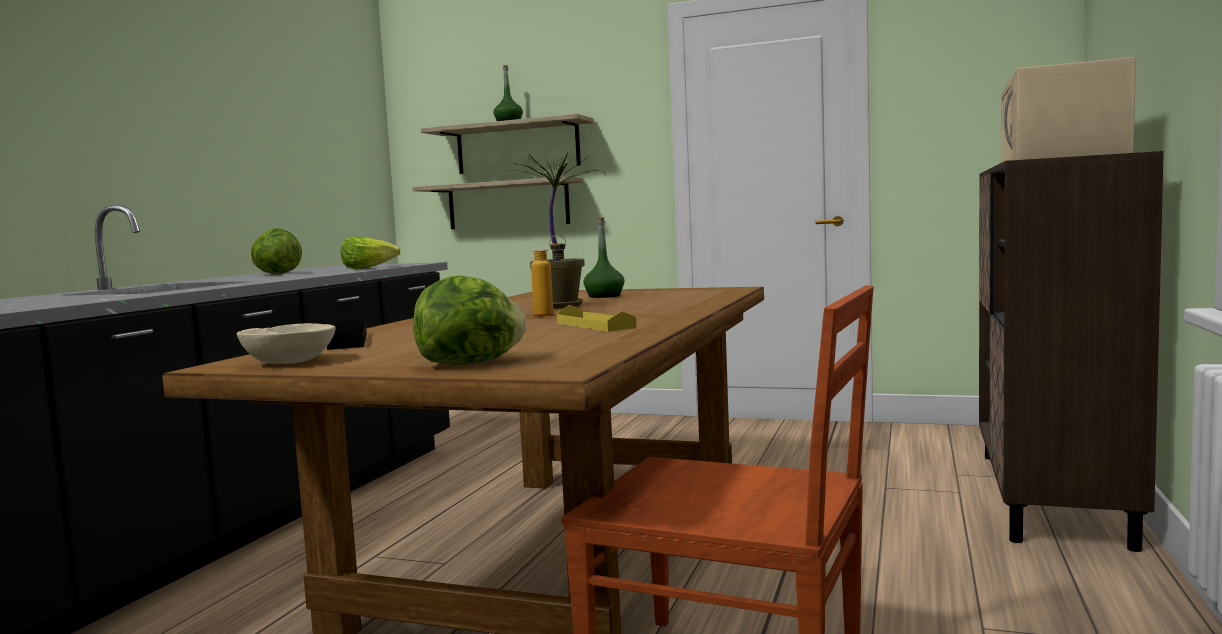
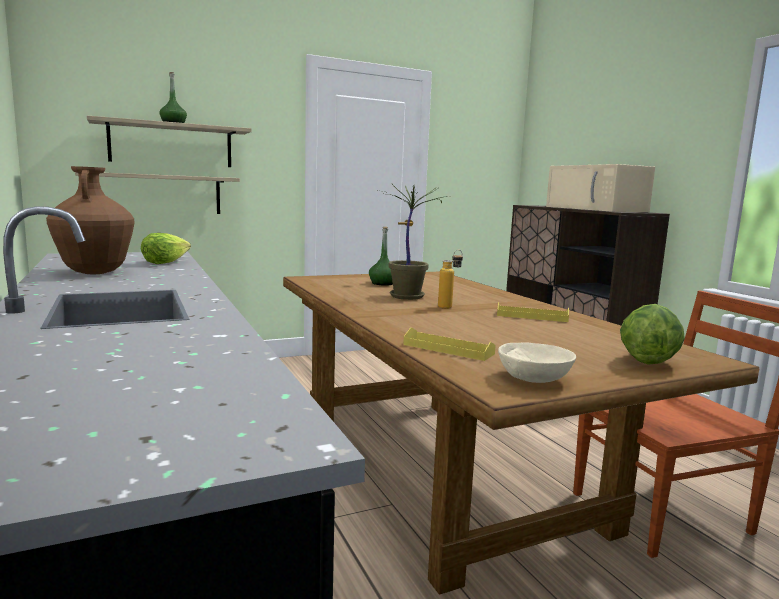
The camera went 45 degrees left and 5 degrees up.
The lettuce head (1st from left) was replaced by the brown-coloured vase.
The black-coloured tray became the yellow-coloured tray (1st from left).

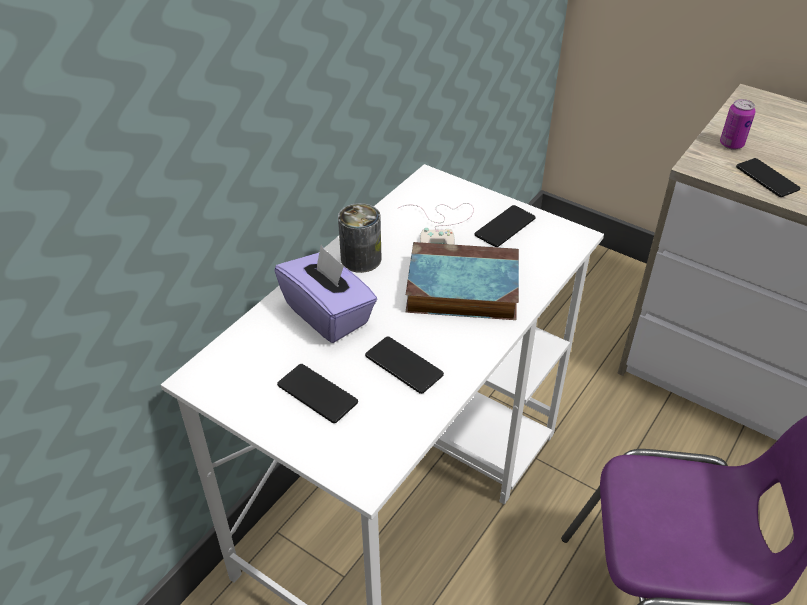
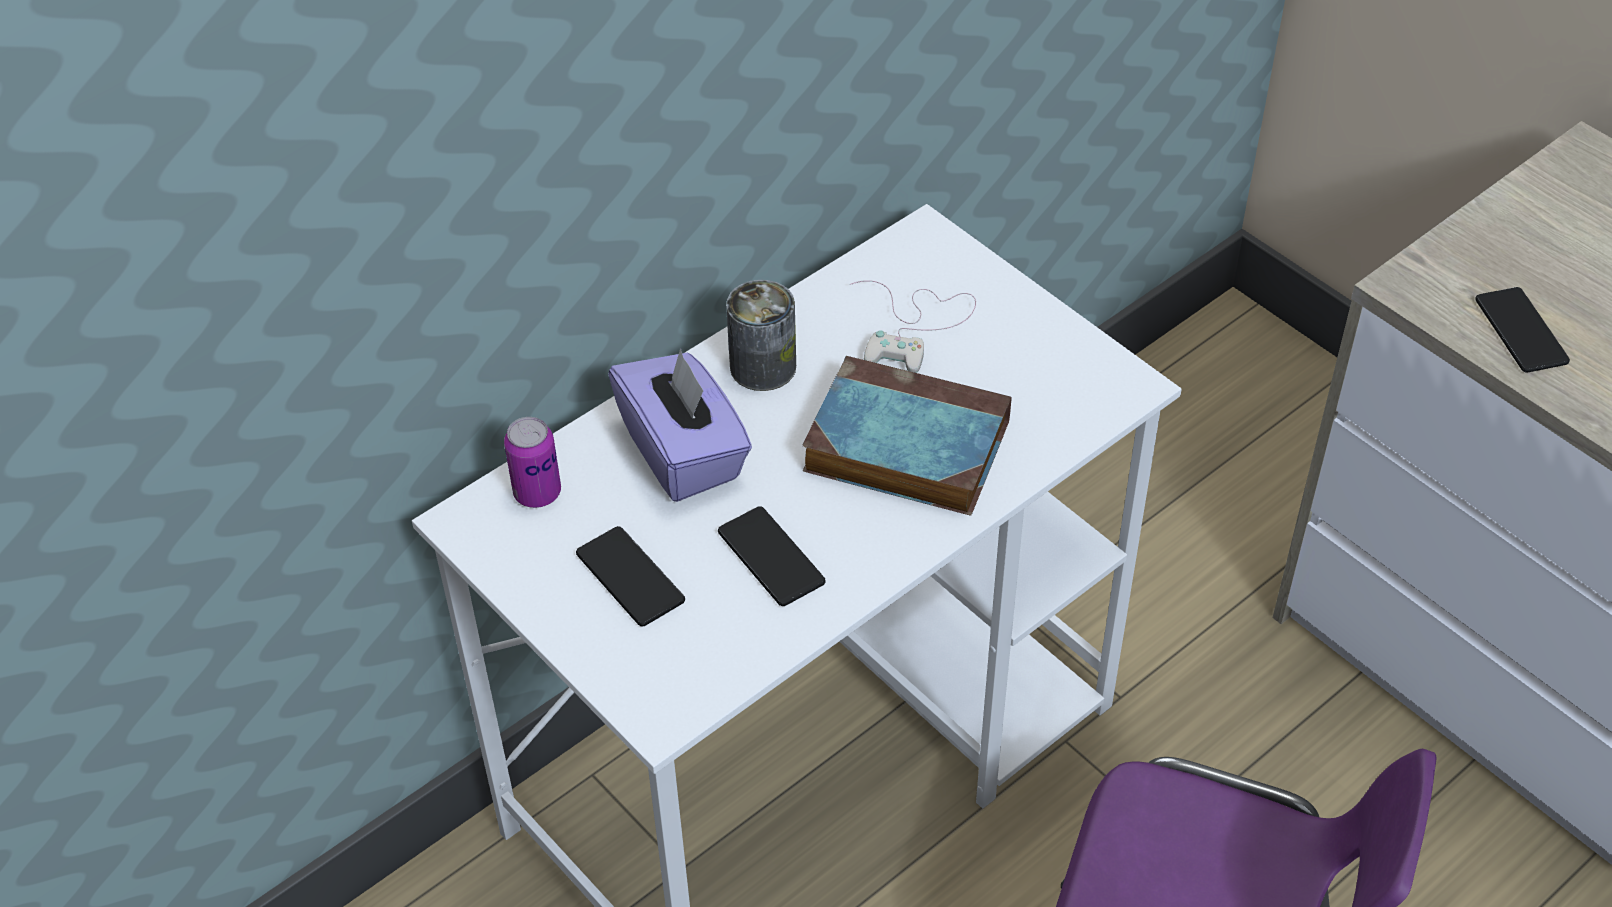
The camera went 15 degrees right and 5 degrees up.
The telephone (3rd from left) disappeared.
The metal can (2nd from left in the first image) moved.

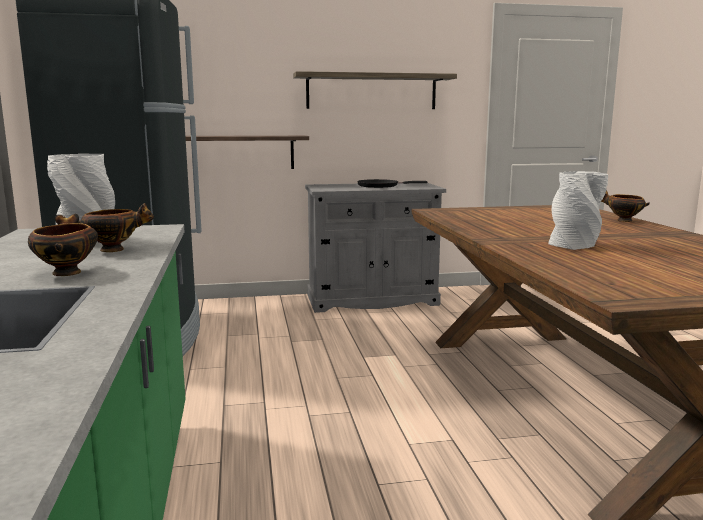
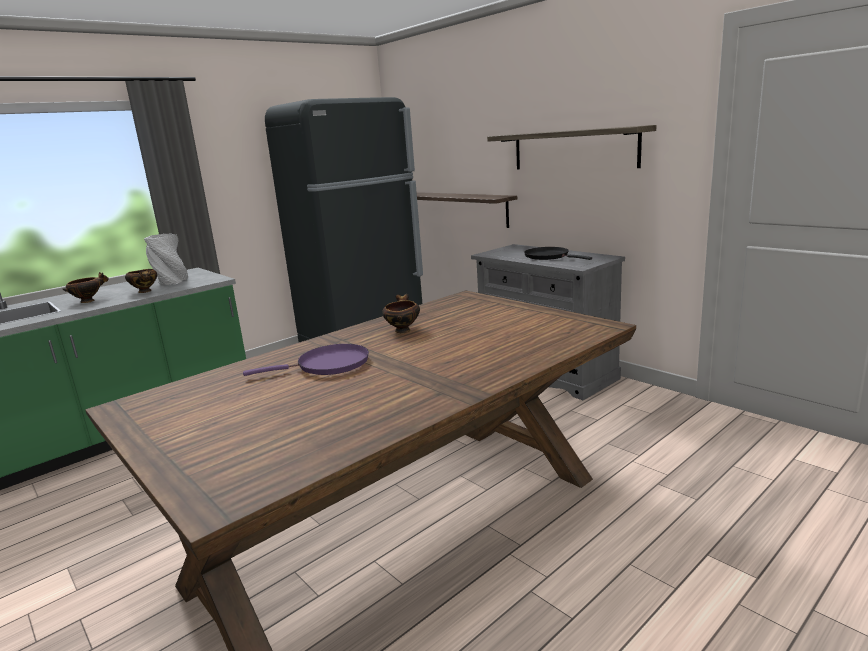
The camera went 60 degrees right and 5 degrees up.
The bowl (3rd from left) moved.
The grey vase (2nd from left) was replaced by the purple-coloured frying pan.

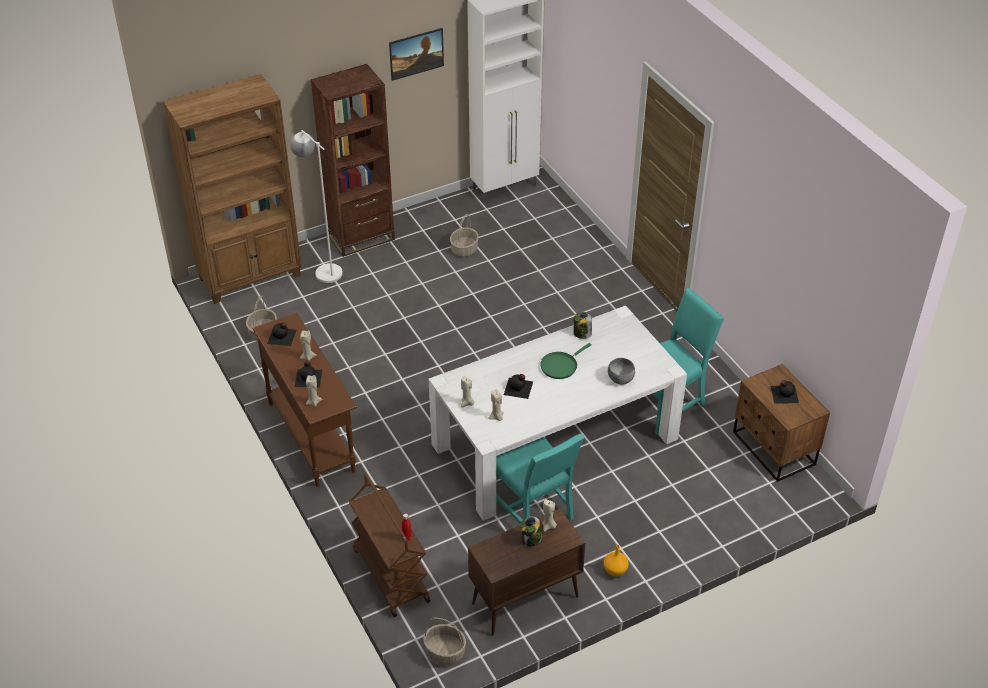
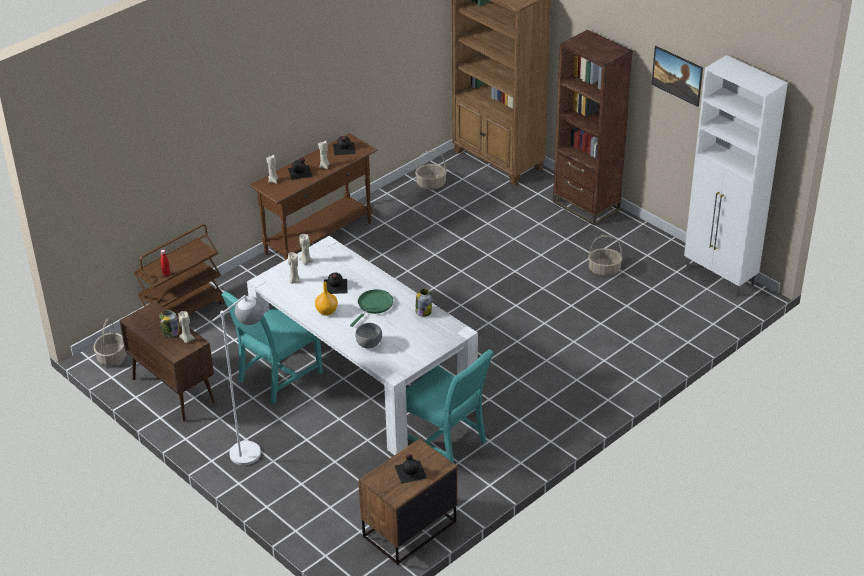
The camera went 75 degrees right and 5 degrees down.
The whitish standard lamp moved.
The orange vase moved.
The green frying pan turned 90 degrees clockwise.

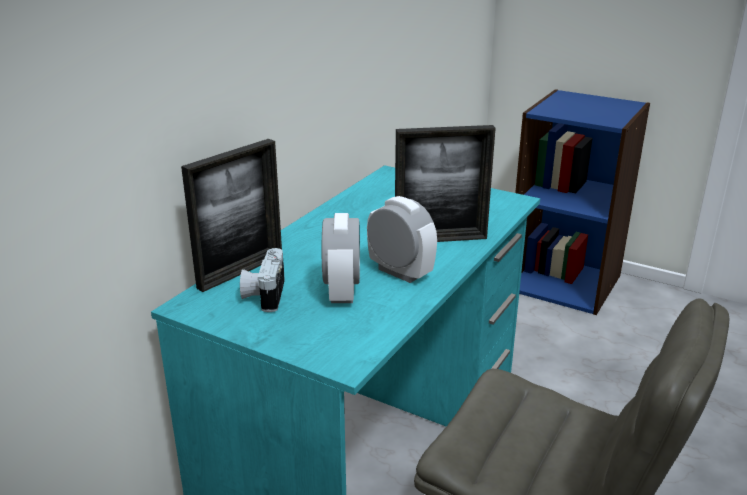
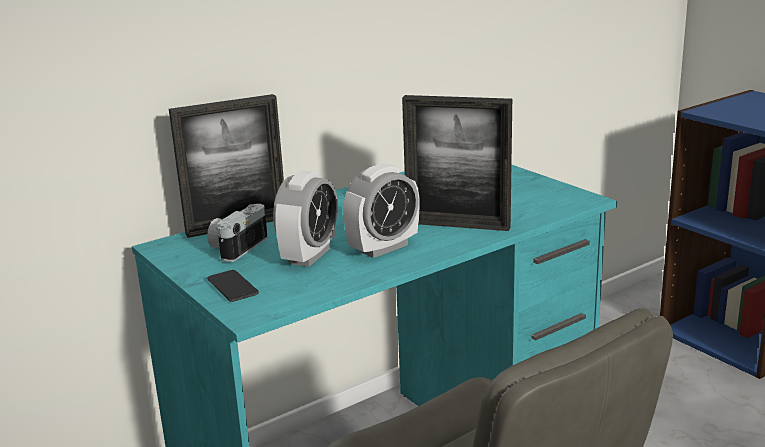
The camera went 25 degrees right and 5 degrees down.
The telephone appeared.
The table clock (2nd from left) turned 75 degrees clockwise.

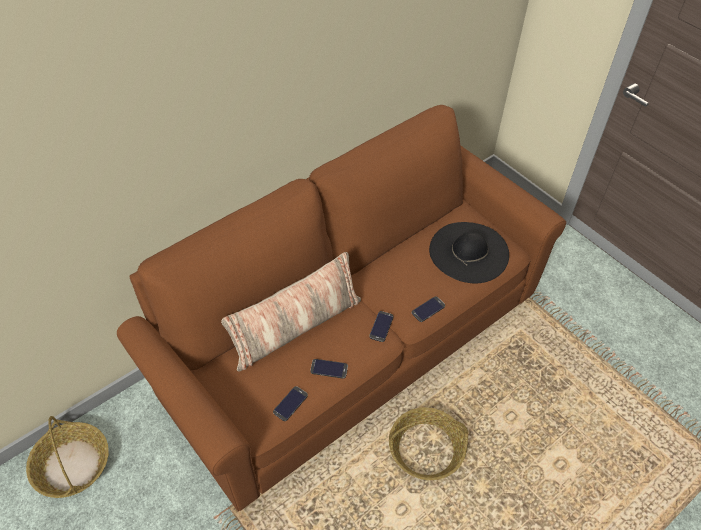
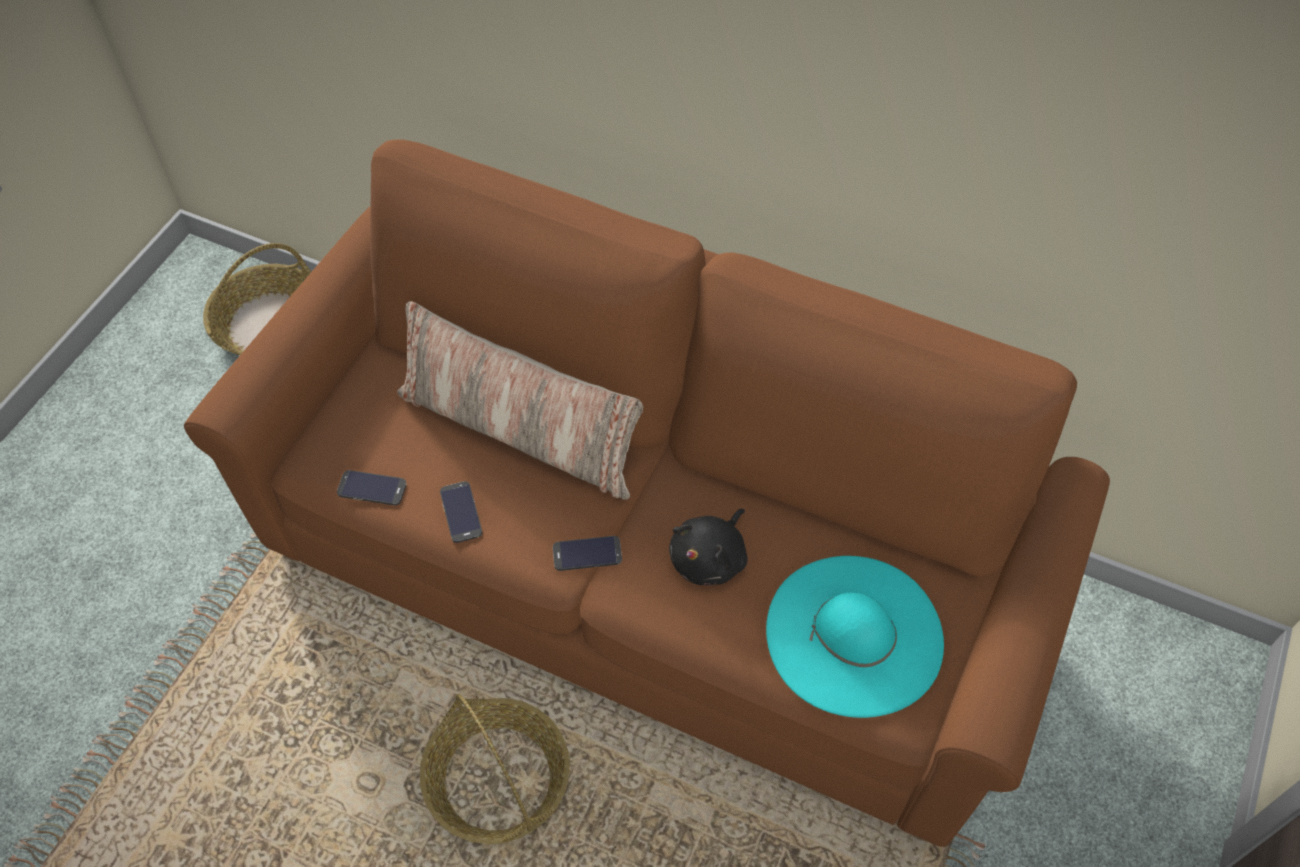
The camera went 65 degrees right and 5 degrees up.
The telephone (4th from left) disappeared.
The black-coloured soft toy appeared.
The black-coloured hat became the blue-green hat.

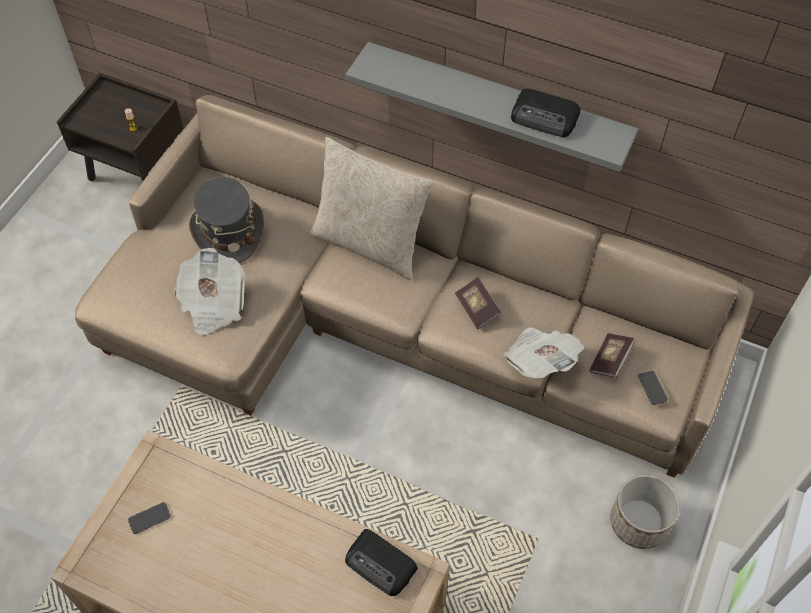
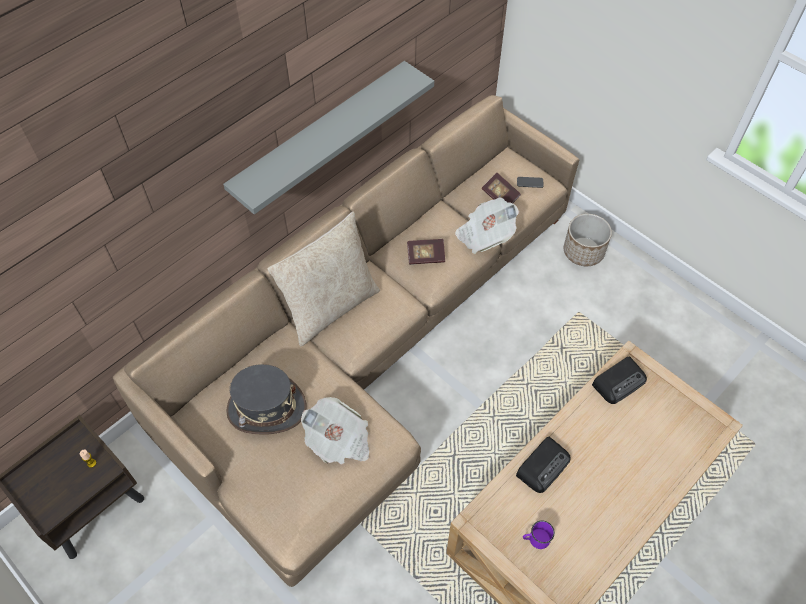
The camera went 70 degrees left and 0 degrees up.
The radio (2nd from left in the first image) moved.
The telephone (1st from left) was replaced by the purple-coloured mug.

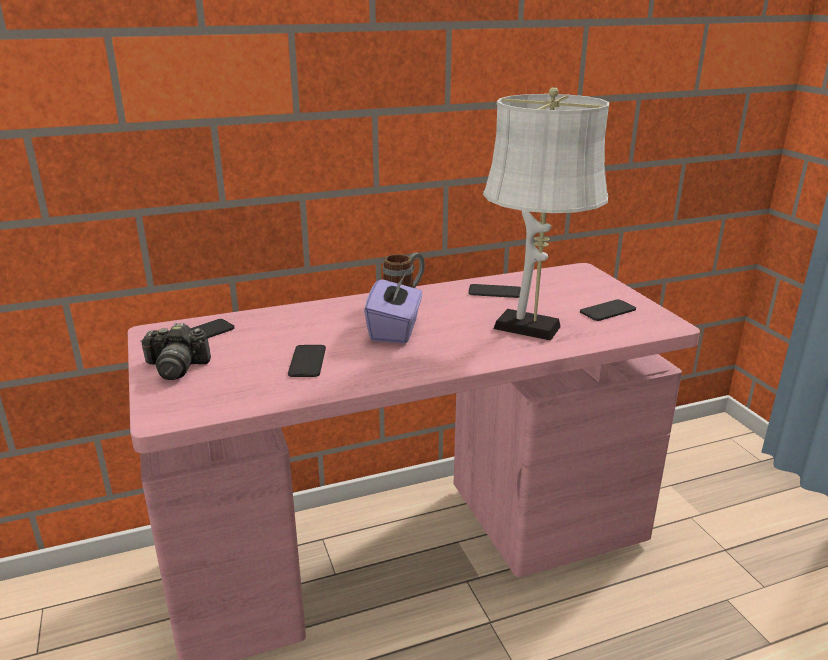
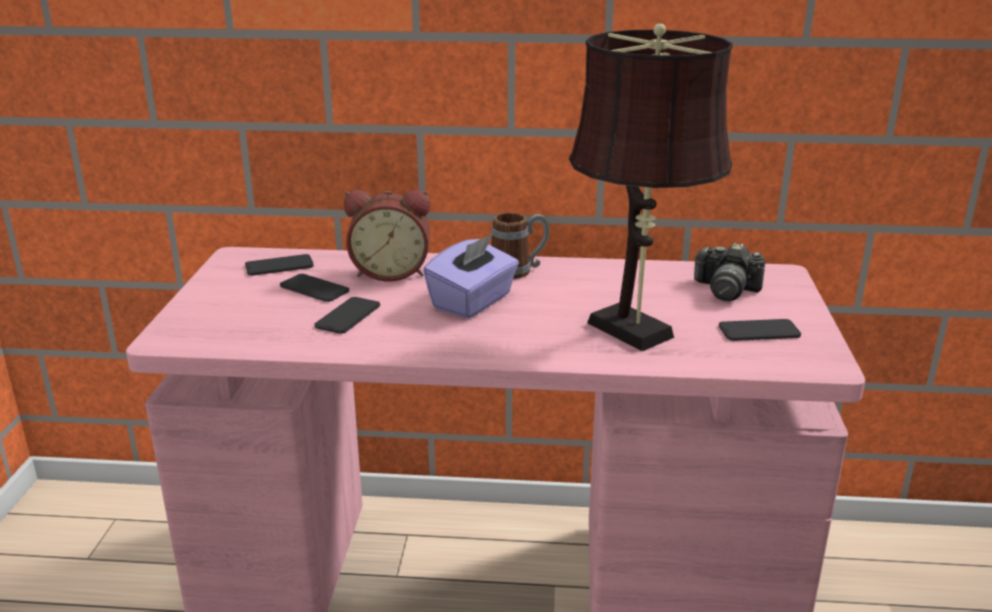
The camera went 25 degrees right and 0 degrees up.
The table clock appeared.
The still camera moved.
The telephone (3rd from left in the first image) moved.
The whitish lamp for a table became the brown-coloured lamp for a table.

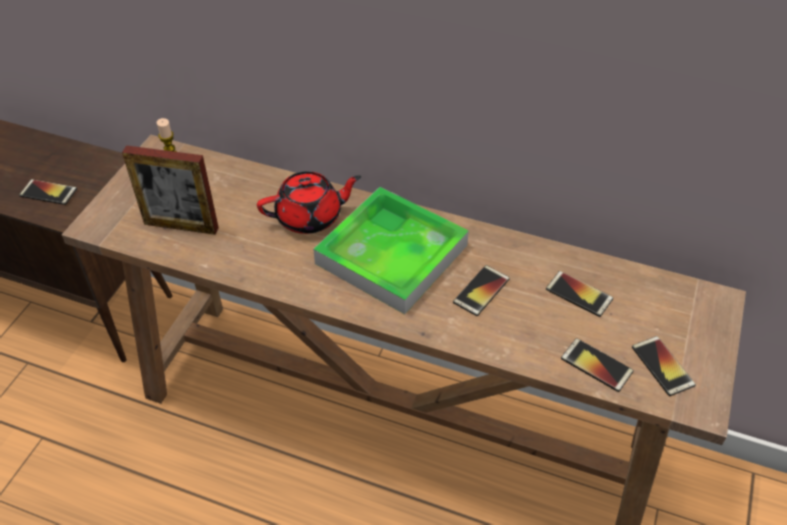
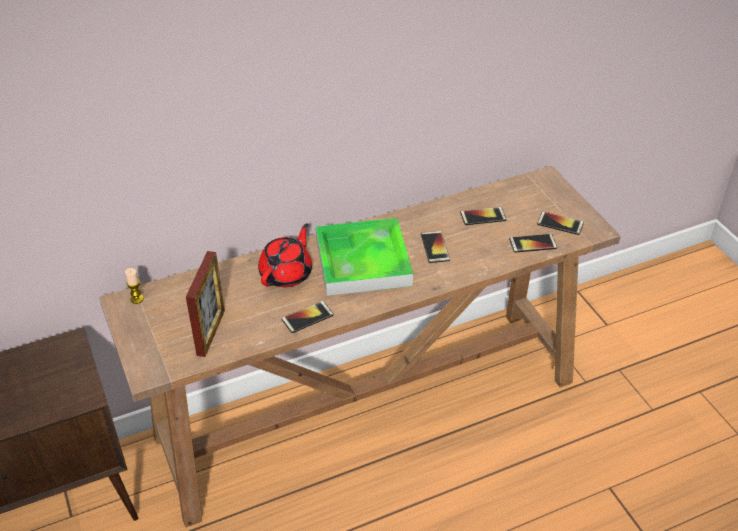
The camera went 45 degrees left and 5 degrees down.
The telephone (1st from left) moved.
The picture frame turned 45 degrees counterclockwise.

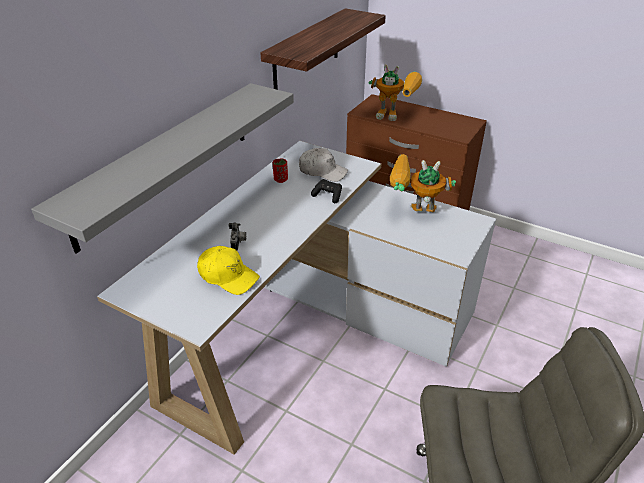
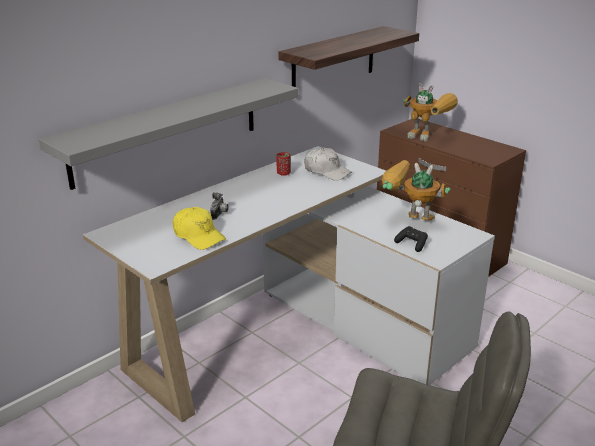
The camera went 15 degrees right and 10 degrees down.
The black-coloured joypad moved.

